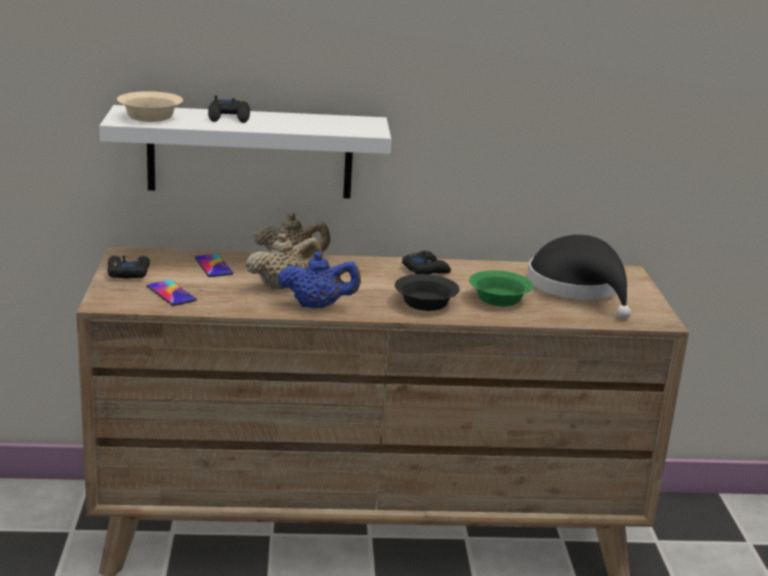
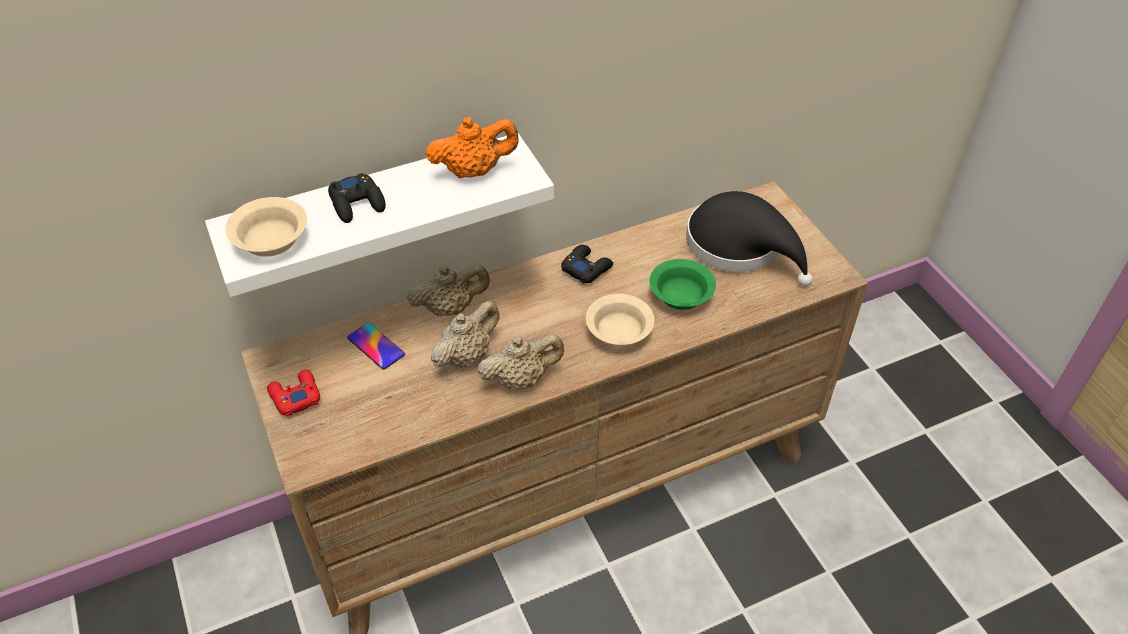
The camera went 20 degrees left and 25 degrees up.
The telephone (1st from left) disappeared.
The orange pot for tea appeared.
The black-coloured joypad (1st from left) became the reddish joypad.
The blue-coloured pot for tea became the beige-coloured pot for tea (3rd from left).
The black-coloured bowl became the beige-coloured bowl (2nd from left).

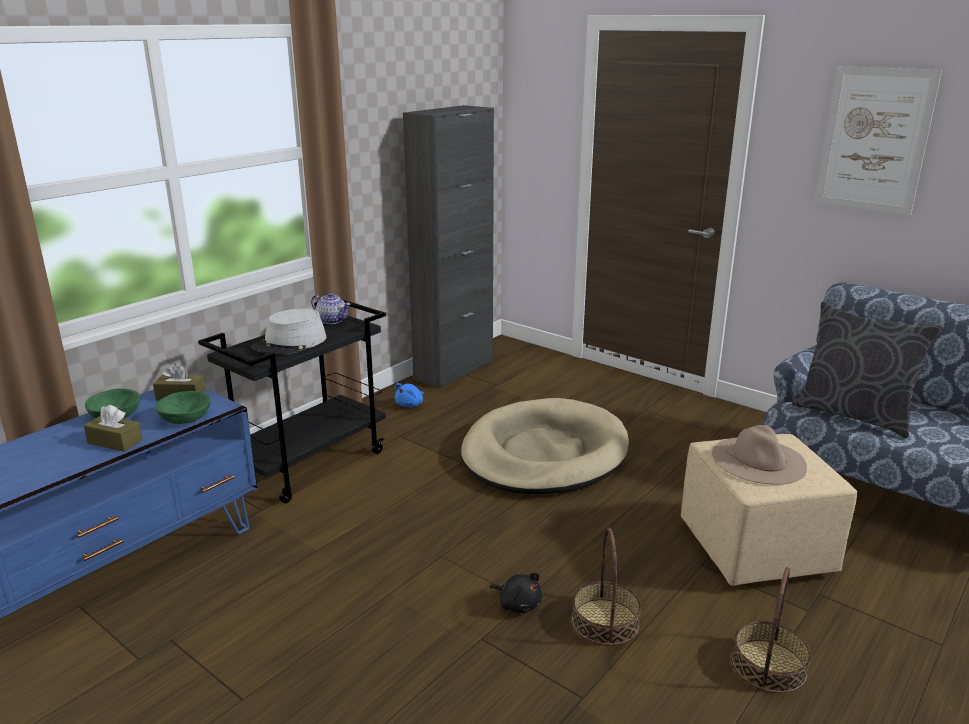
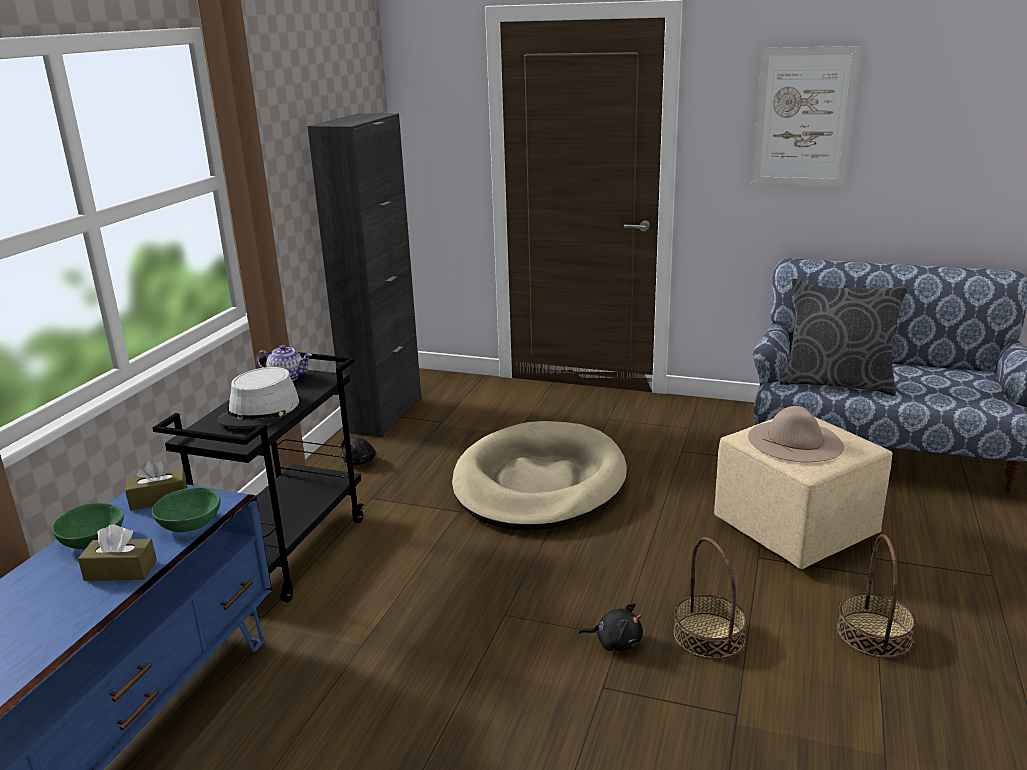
The camera went 20 degrees left and 0 degrees up.
The blue-coloured soft toy became the black-coloured soft toy (1st from left).

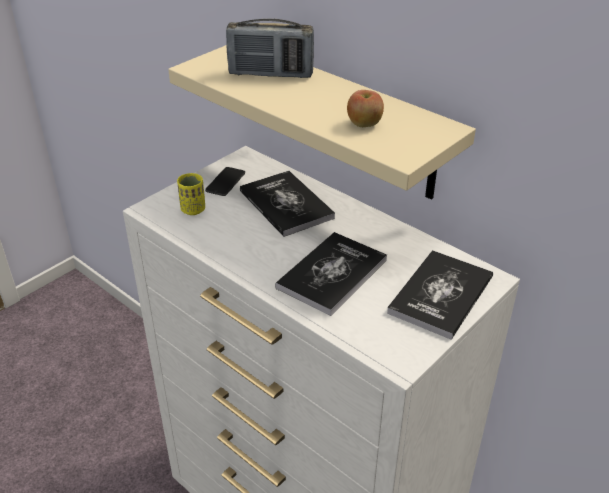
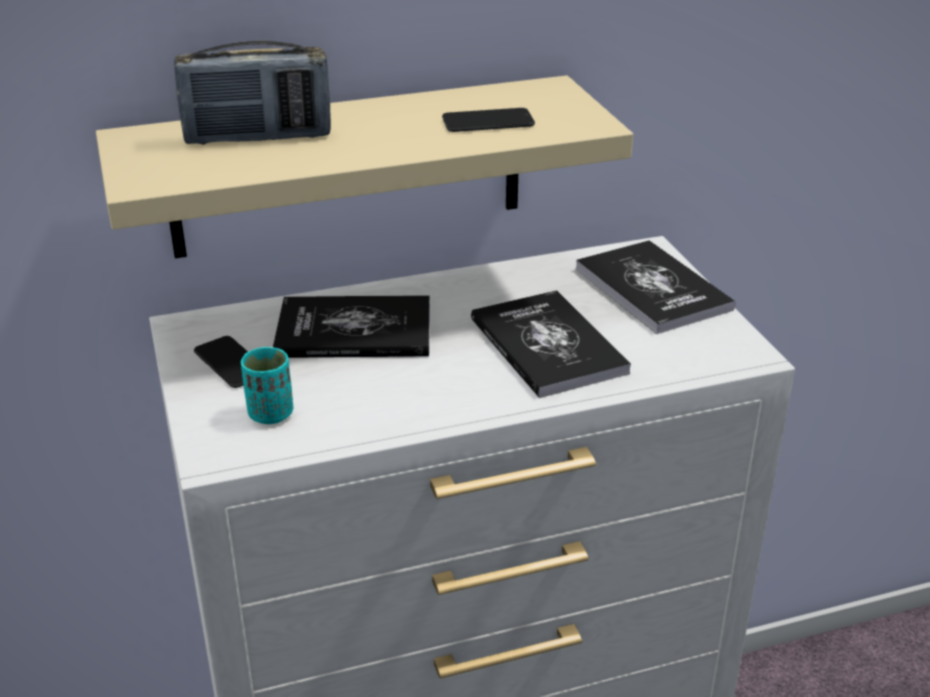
The camera went 60 degrees left and 5 degrees down.
The apple fruit was replaced by the telephone (2nd from left).
The yellow-coloured cup became the blue-green cup.
The radio turned 45 degrees clockwise.

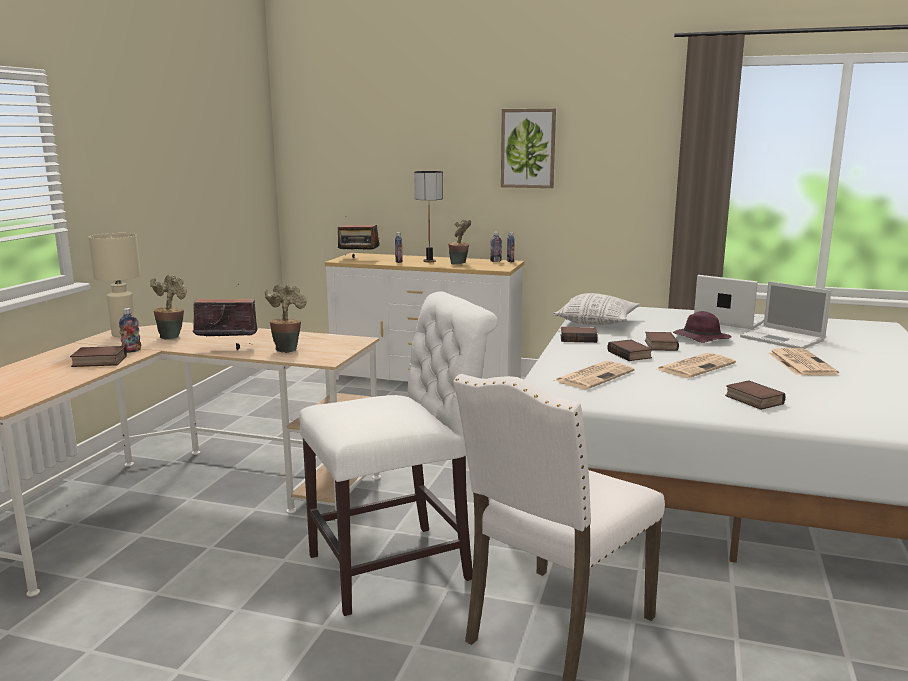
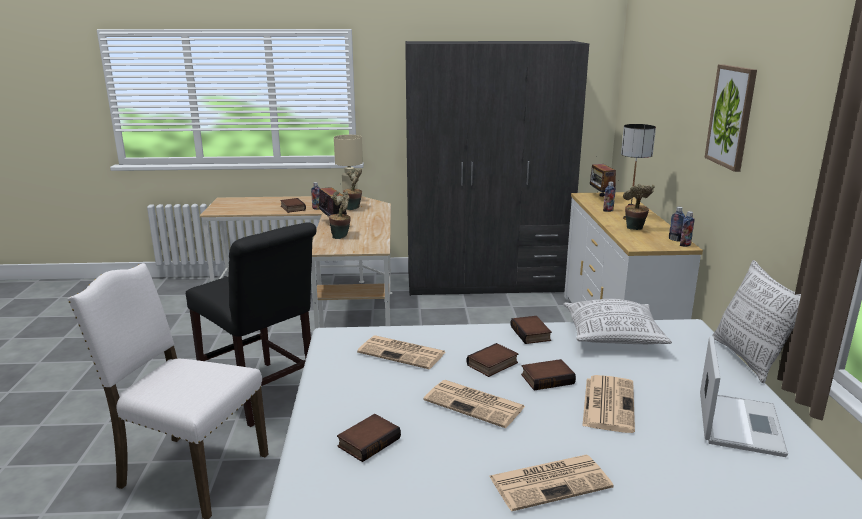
The camera went 70 degrees right and 5 degrees up.
The portable computer (2nd from left) disappeared.
The grey armoire appeared.
The cushion (2nd from left) appeared.
The purple-coloured hat was replaced by the newspaper (4th from left).
The whitish plain chair (1st from left) became the black-coloured plain chair.

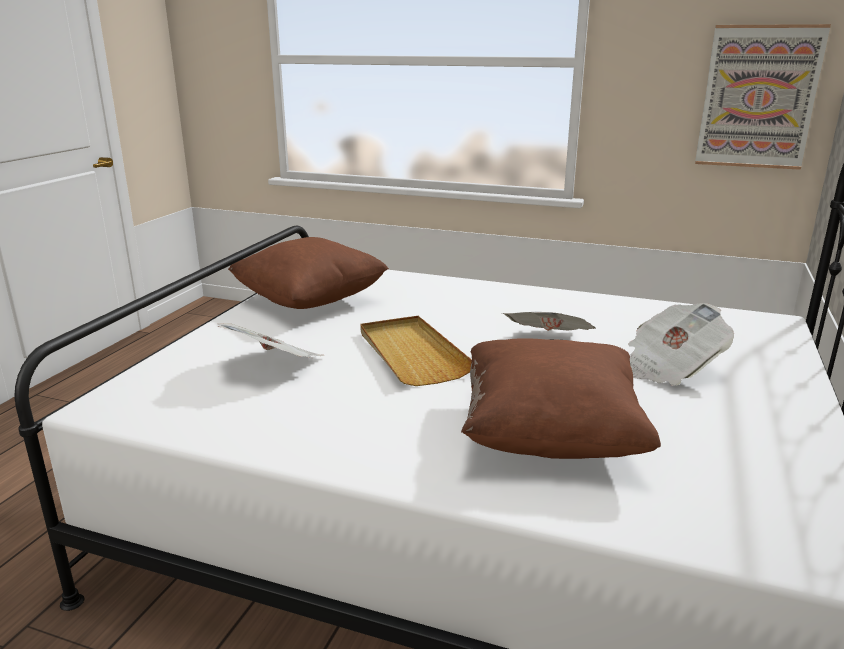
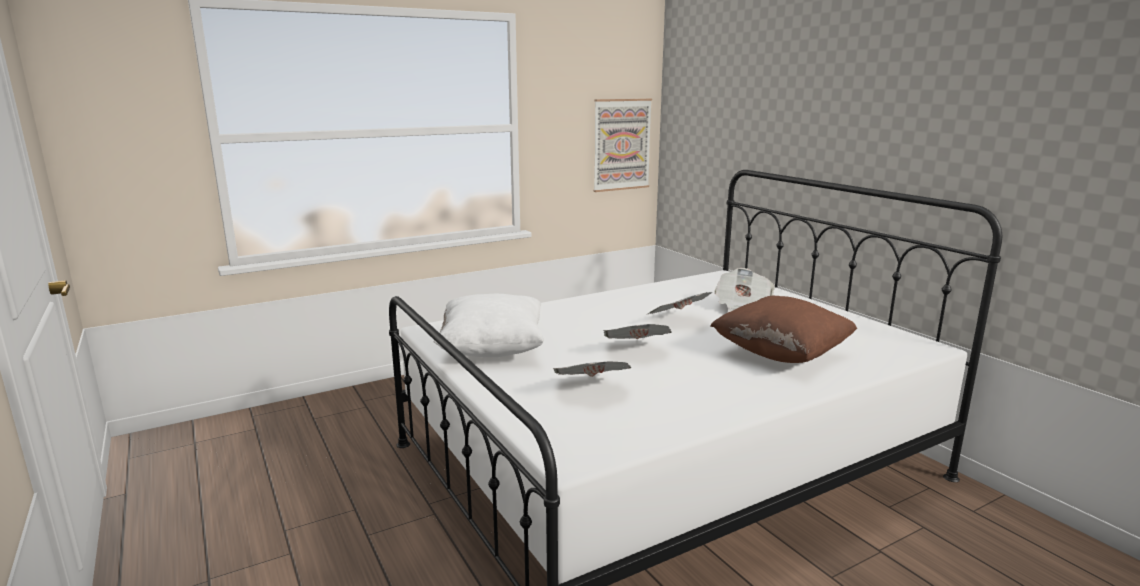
The camera went 50 degrees left and 5 degrees down.
The beige-coloured tray was replaced by the newspaper (2nd from left).
The brown-coloured cushion (1st from left) became the whitish cushion.

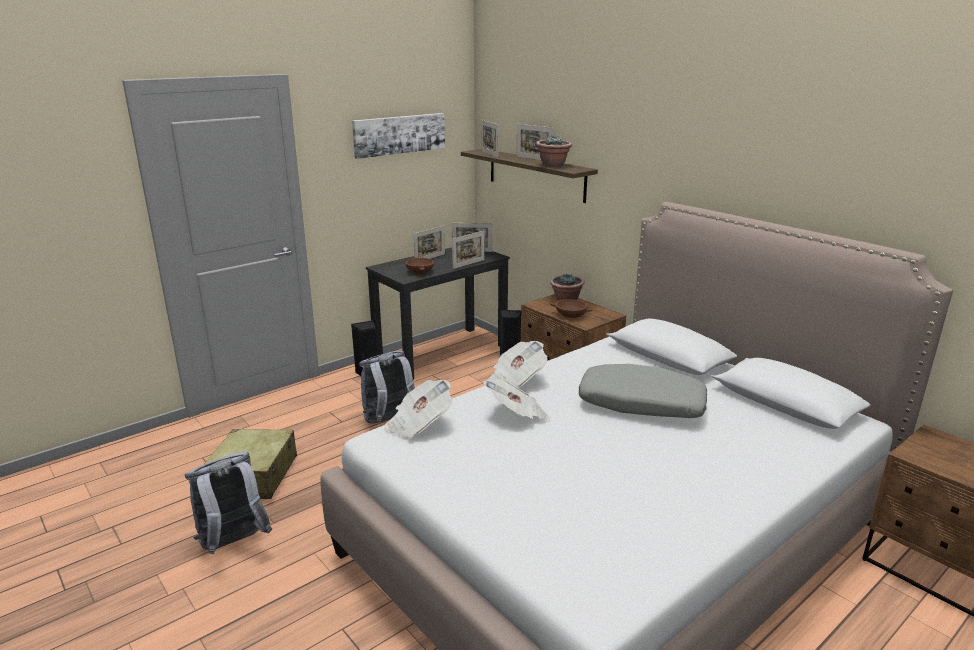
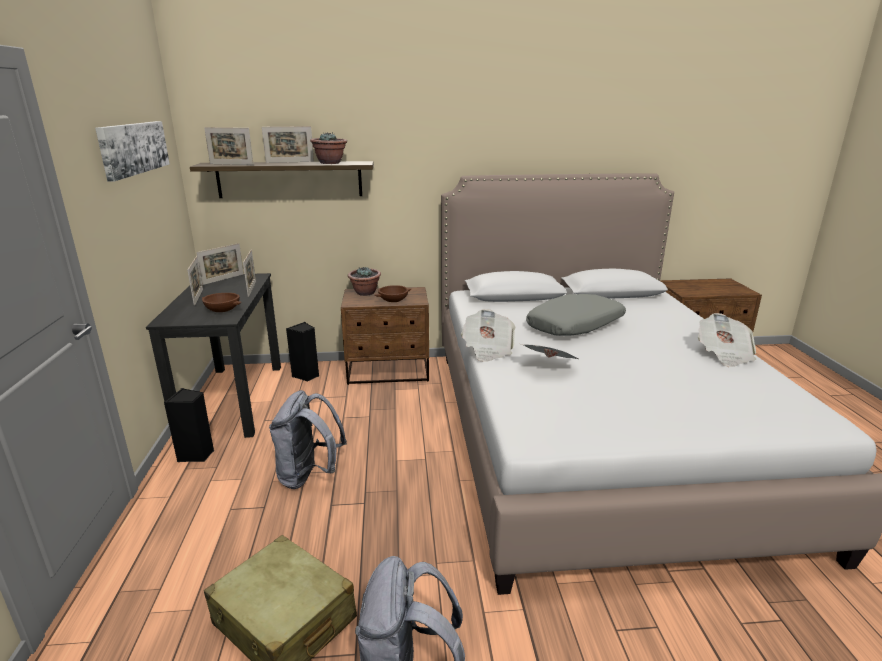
The camera went 55 degrees left and 0 degrees up.
The newspaper (1st from left in the first image) moved.

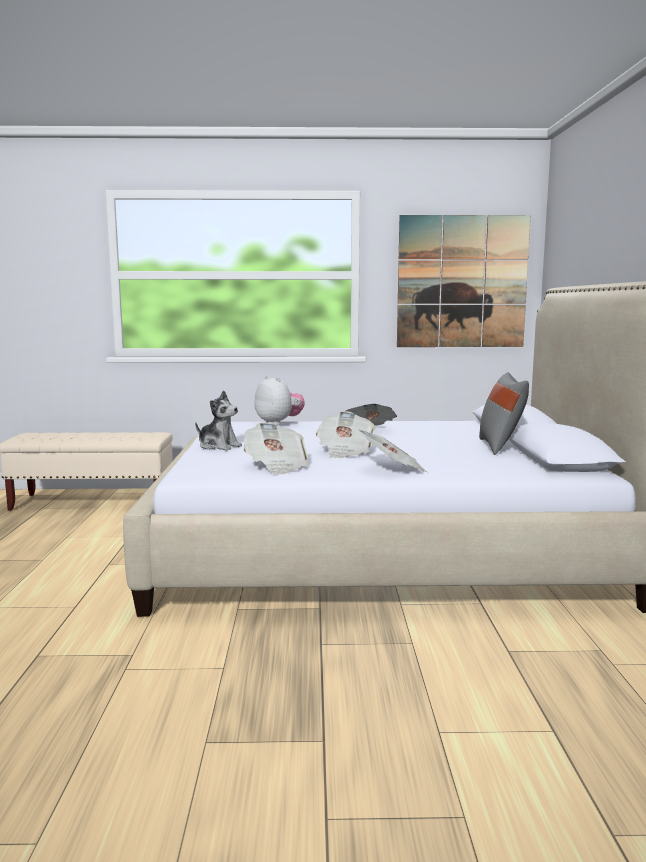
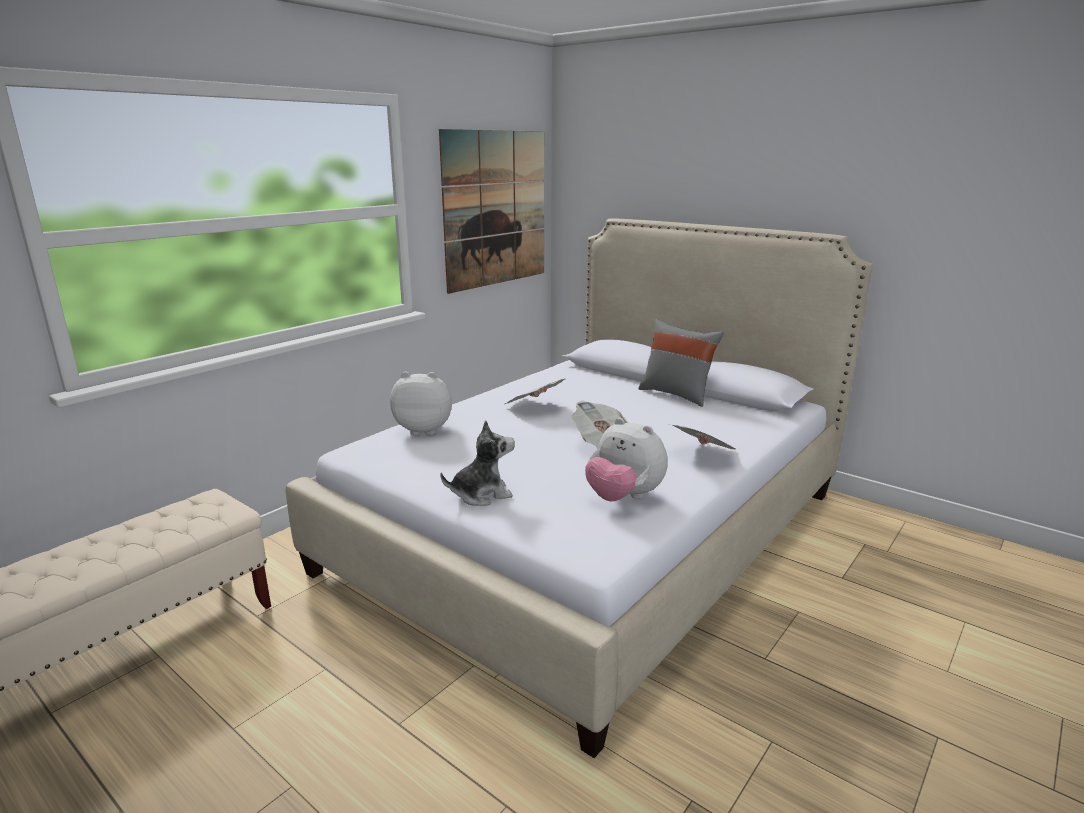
The camera went 50 degrees left and 10 degrees up.
The newspaper (1st from left) was replaced by the soft toy (3rd from left).

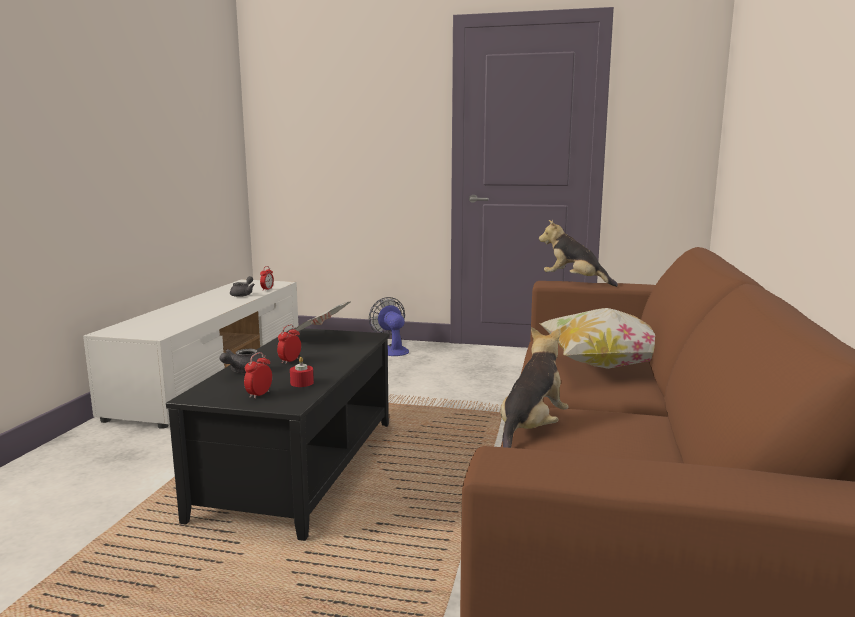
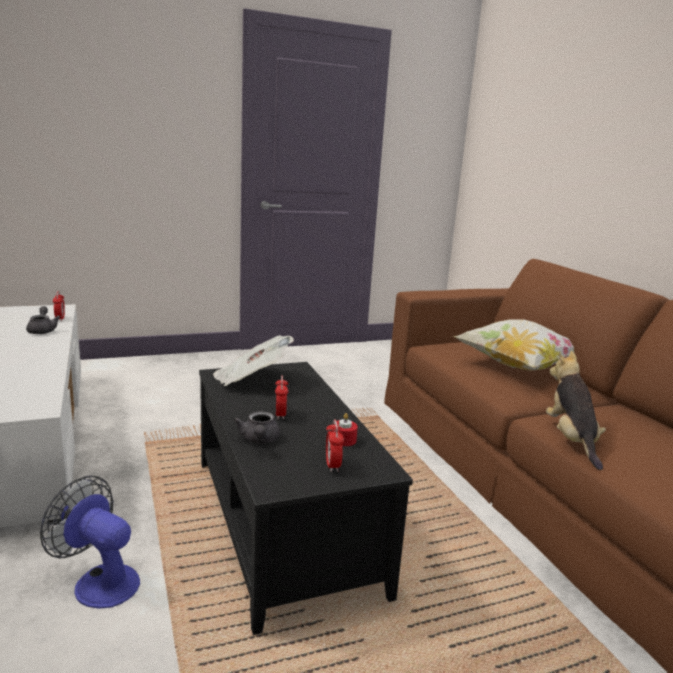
The camera went 35 degrees left and 5 degrees up.
The soft toy (2nd from left) disappeared.
The fan moved.

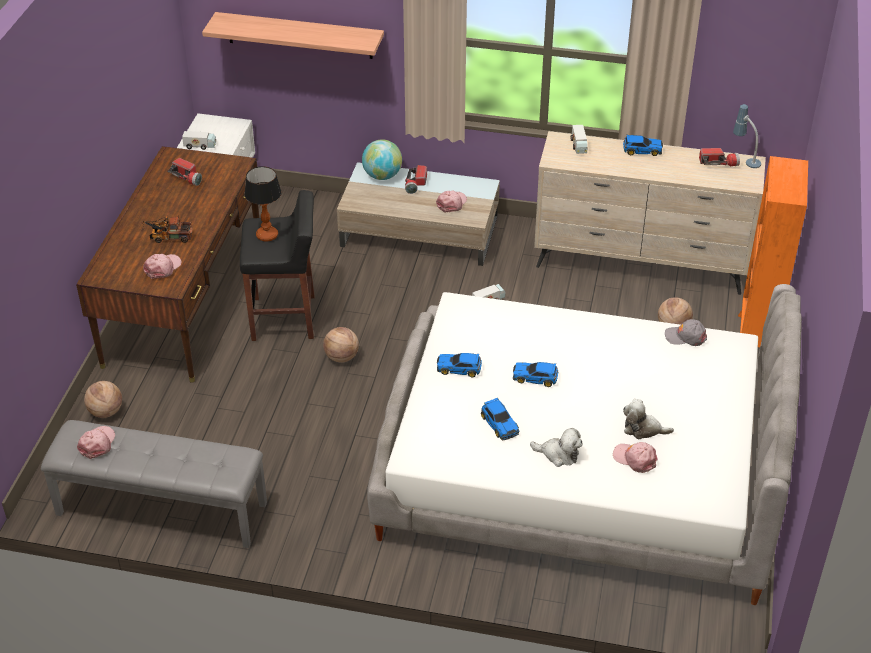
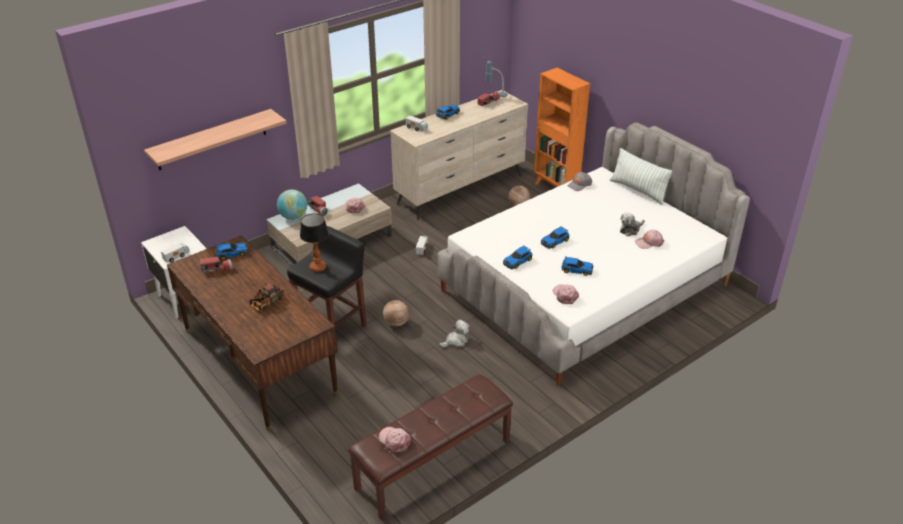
The camera went 50 degrees left and 5 degrees down.
The basketball (1st from left) disappeared.
The toy car (1st from left) appeared.
The cushion appeared.
The pink baseball cap (2nd from left in the first image) moved.
The soft toy (1st from left) moved.
The grey indoor bench became the brown-coloured indoor bench.

